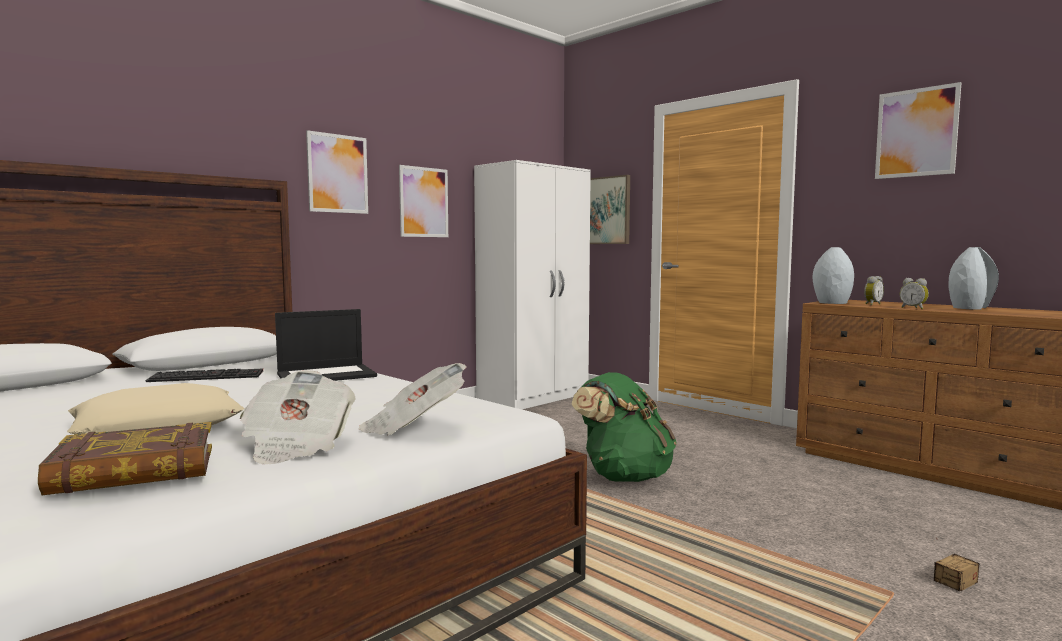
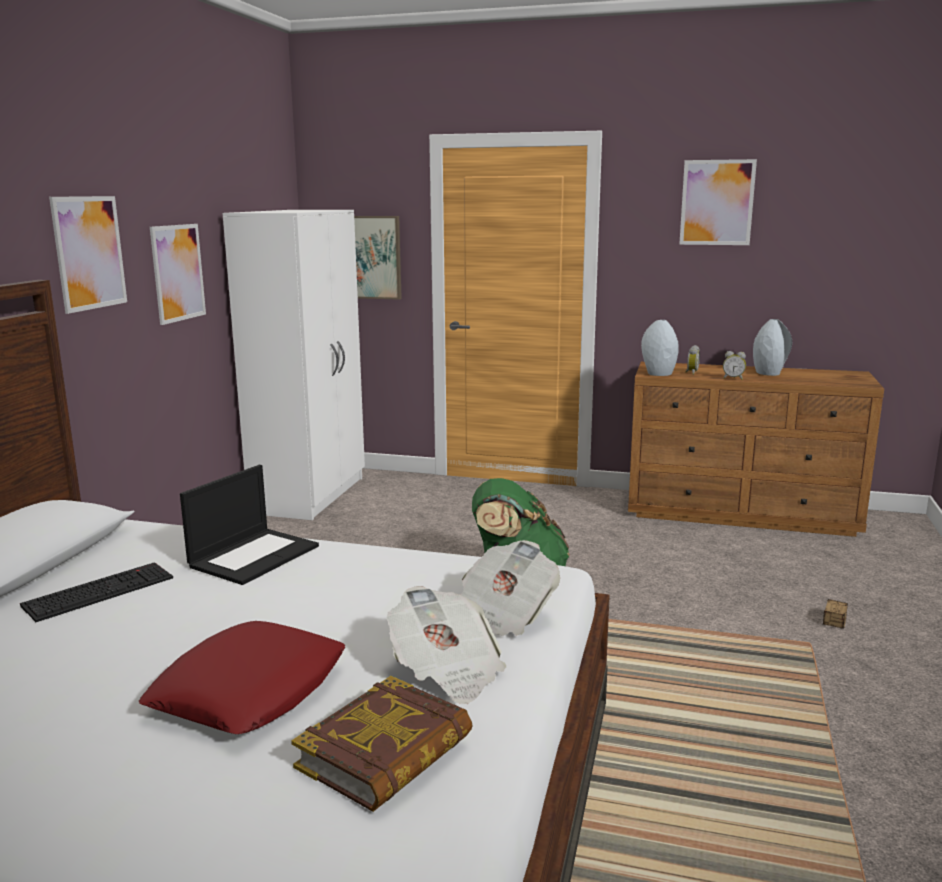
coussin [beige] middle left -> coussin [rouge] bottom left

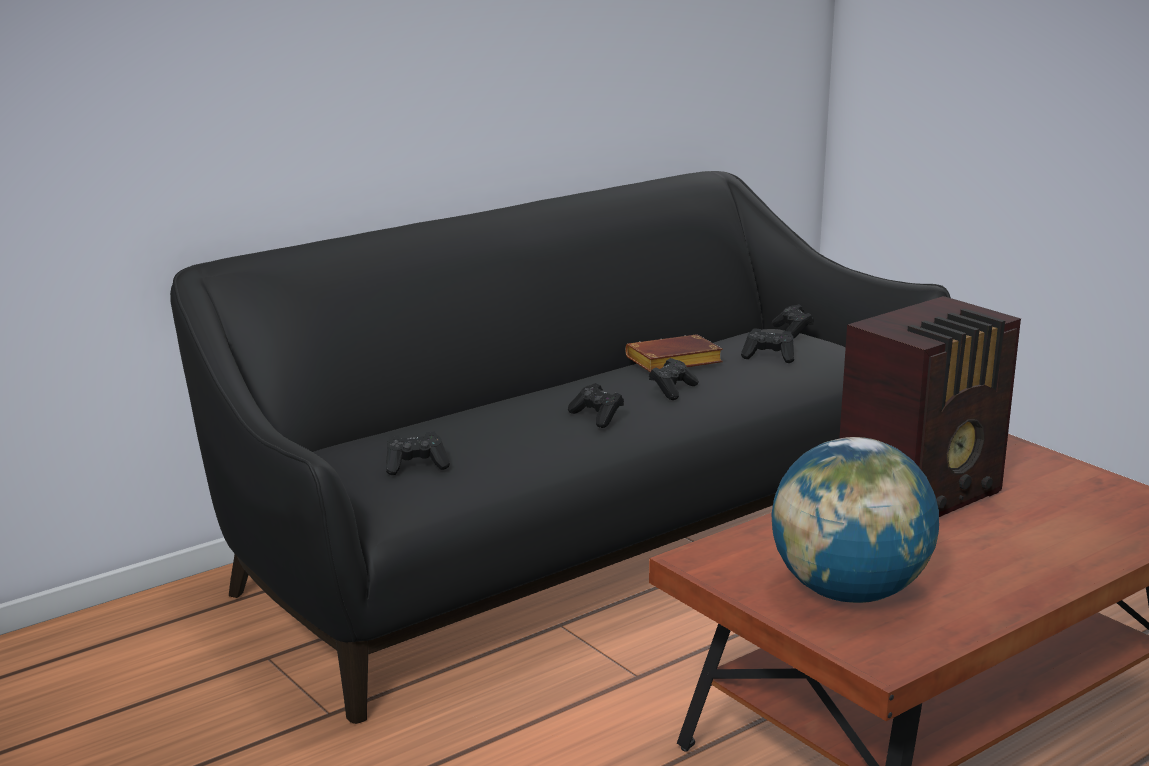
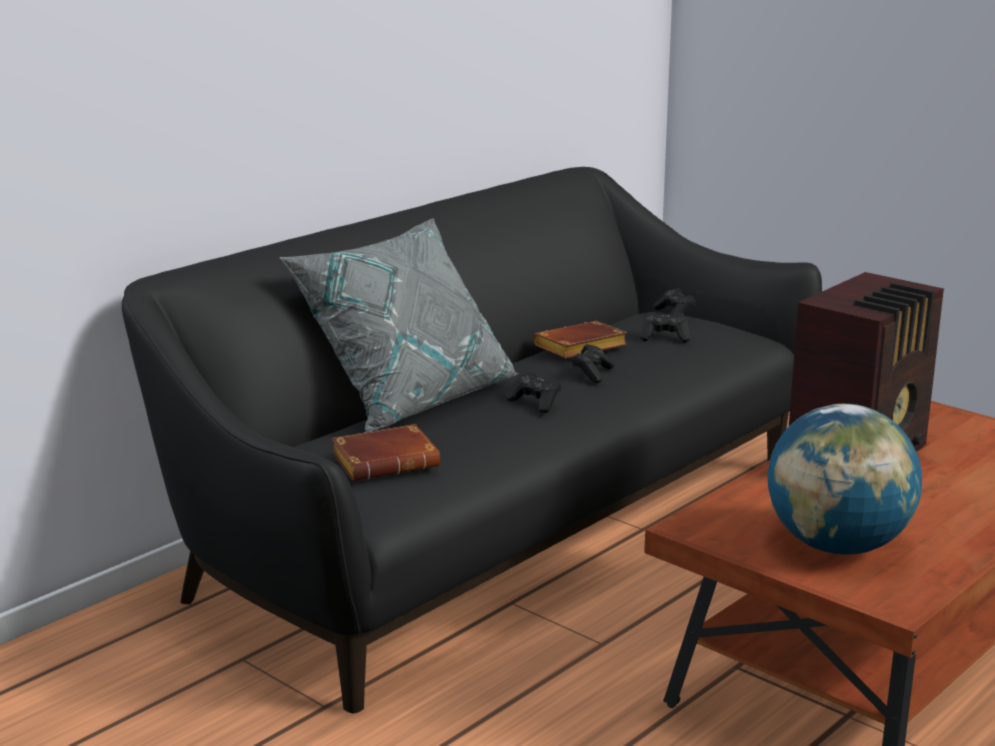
manette [noir] (no. 1 from left) centre -> livre [marron] (no. 1 from left) centre
none -> coussin [gris] centre

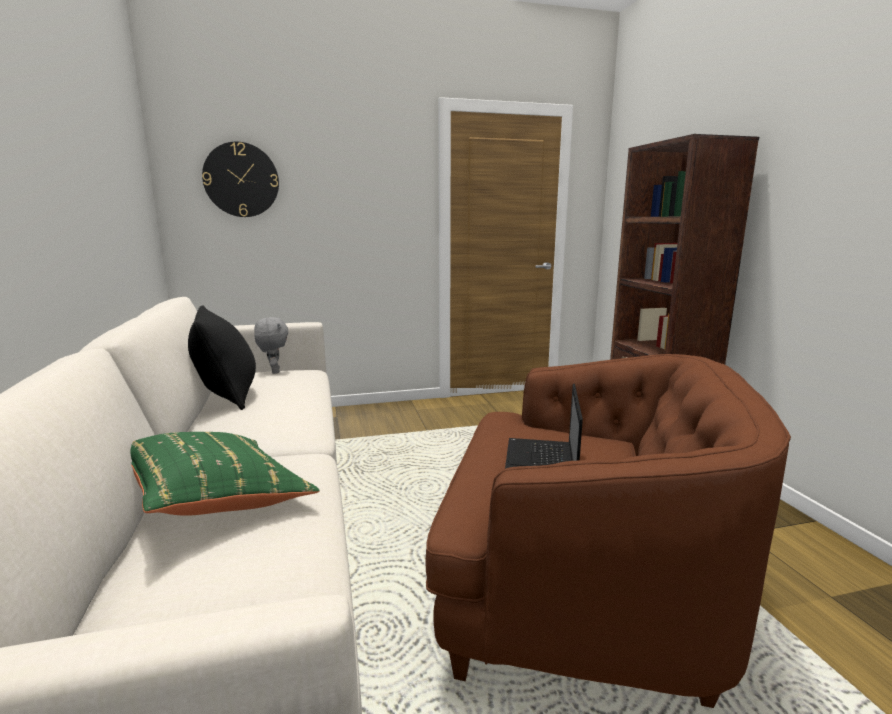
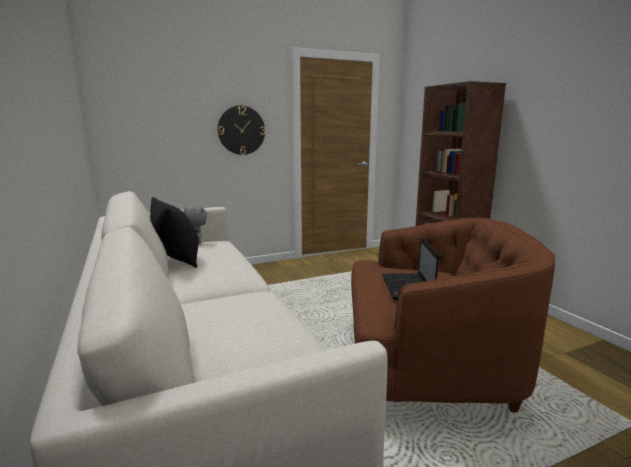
coussin [vert] middle left -> none
horloge murale top left -> horloge murale top centre, shifted

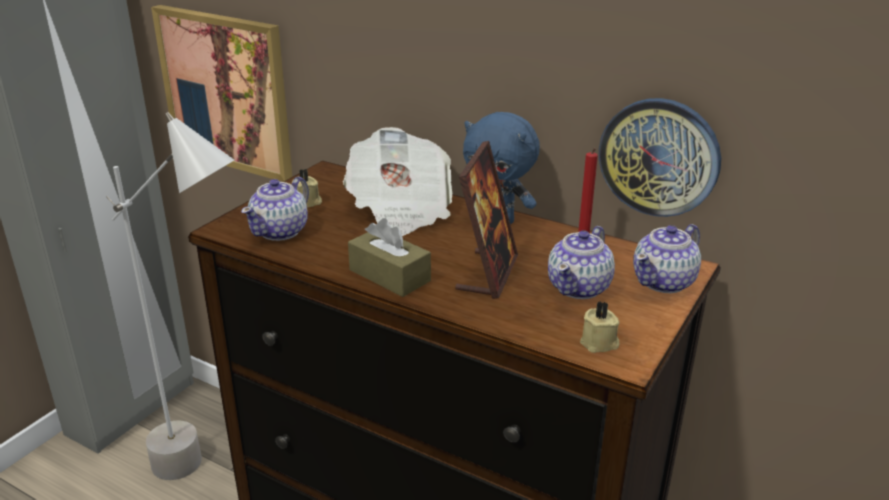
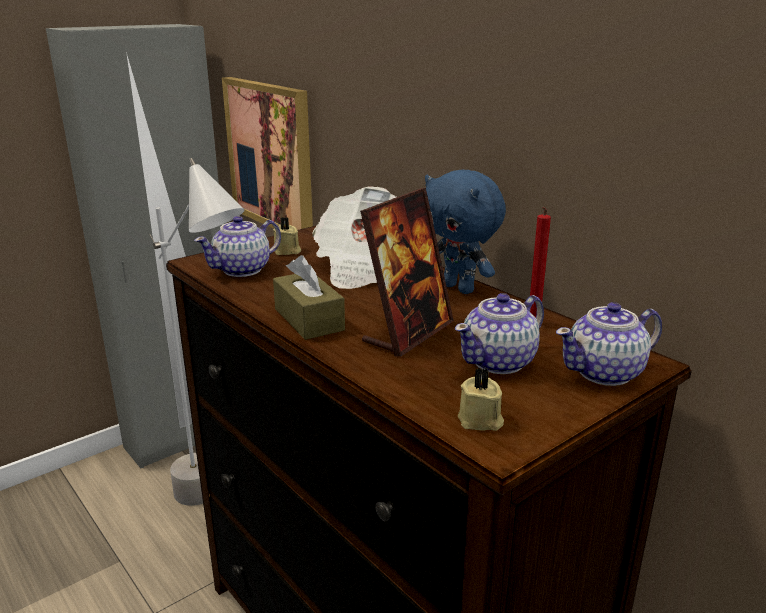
horloge murale top right -> none

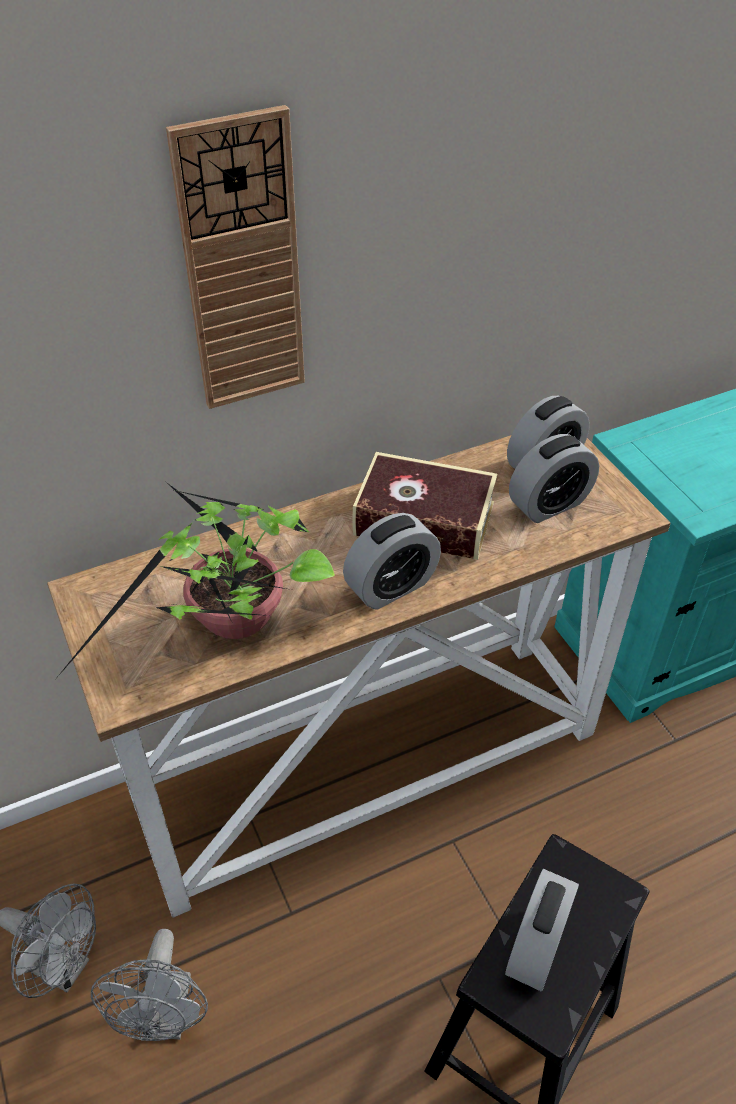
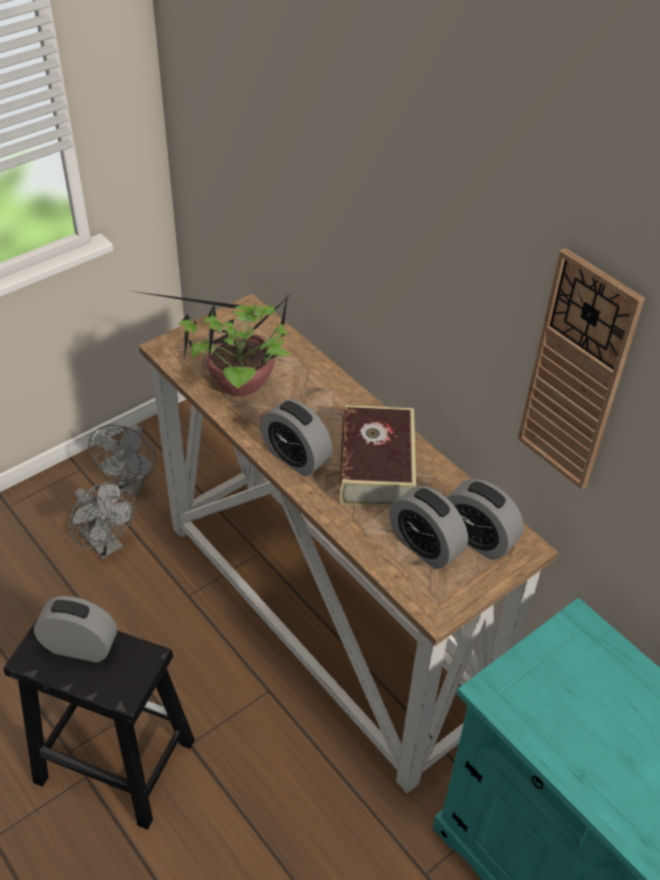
ventilateur [gris] (no. 2 from left in the first image) bottom left -> ventilateur [gris] (no. 1 from left) middle left, 120 degrees counterclockwise
horloge murale top left -> horloge murale middle right, shifted

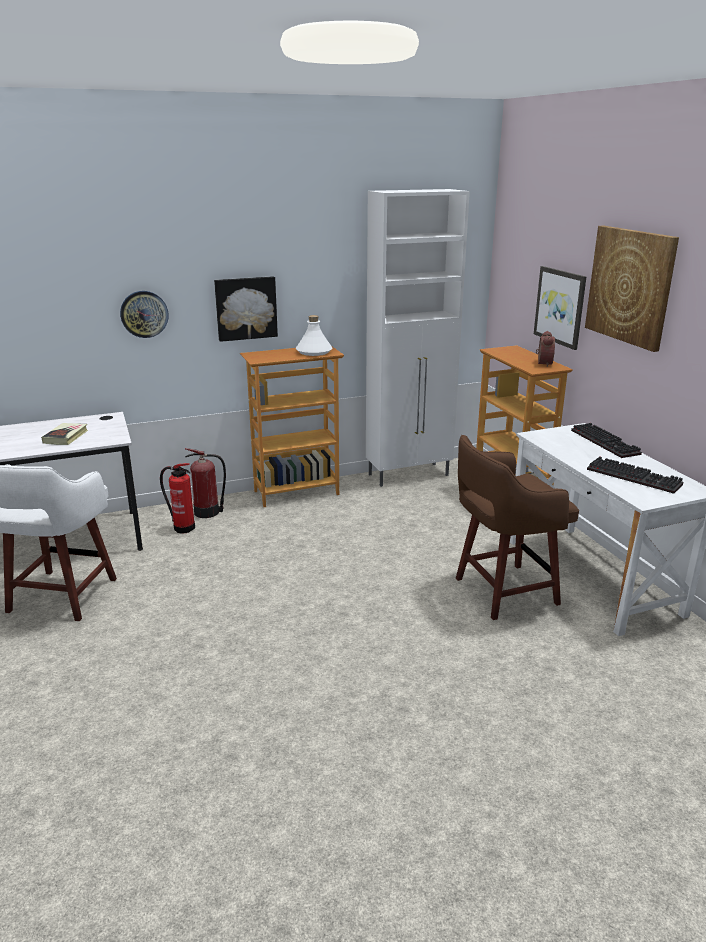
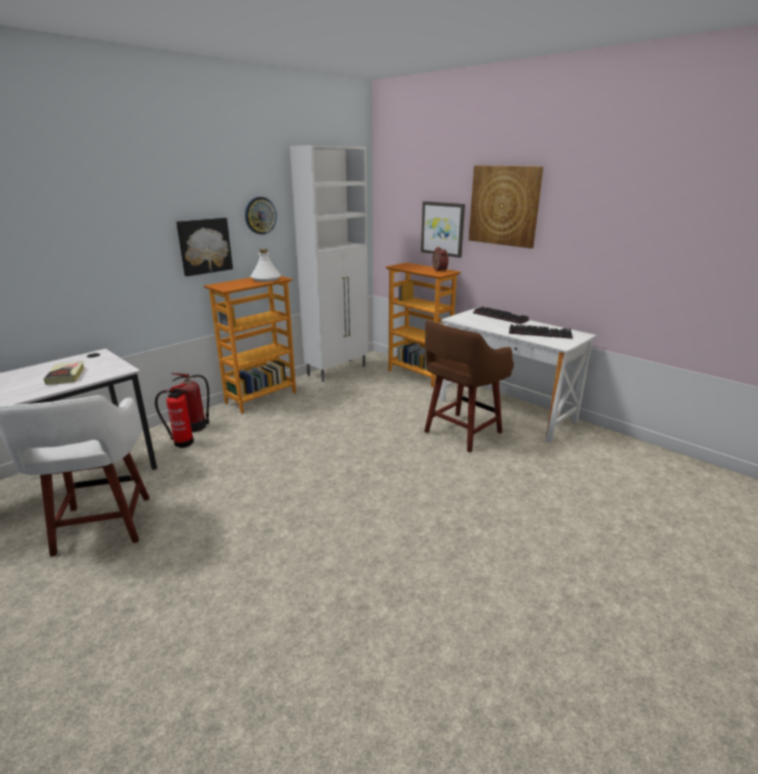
horloge murale middle left -> horloge murale top centre, shifted

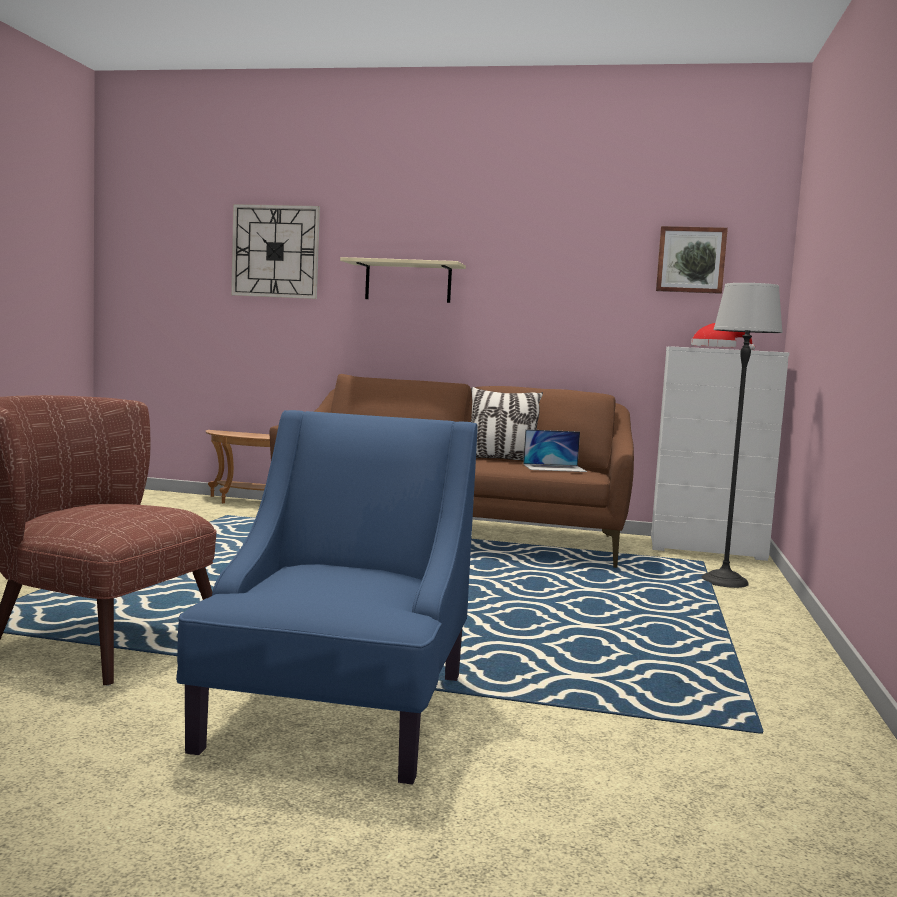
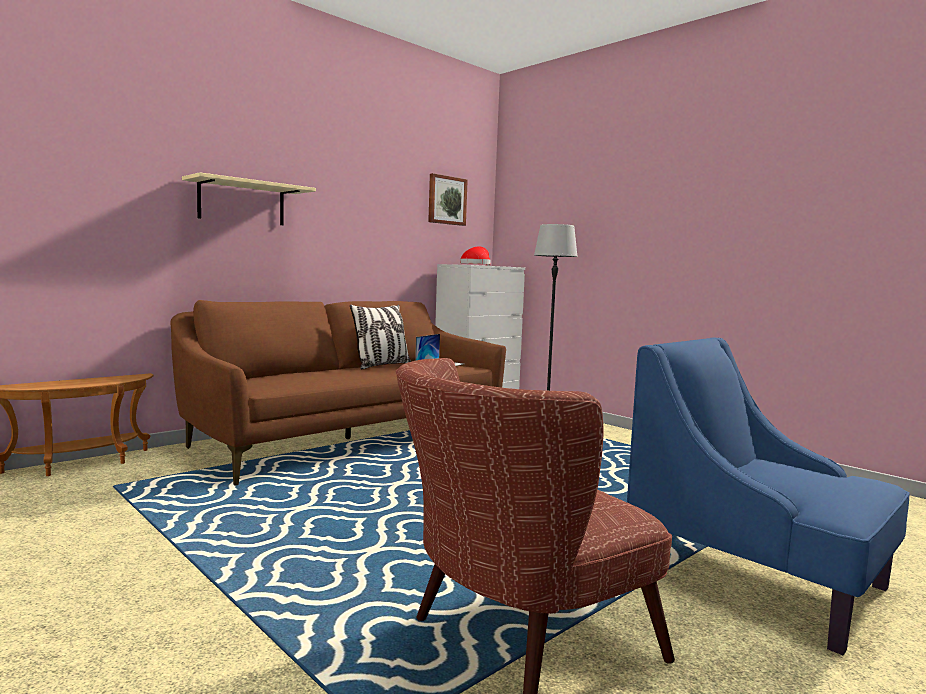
horloge murale top left -> none

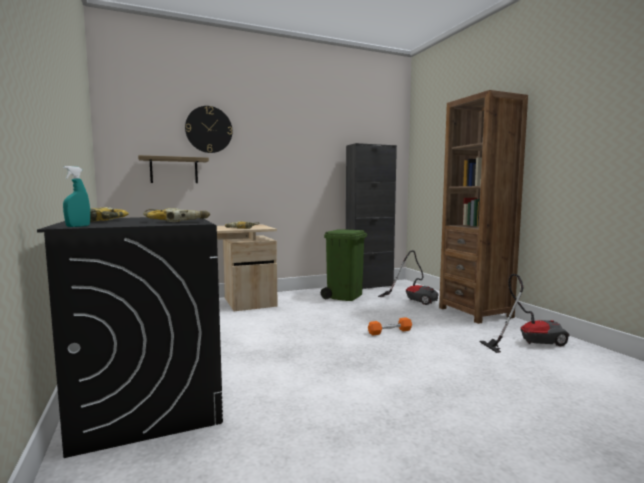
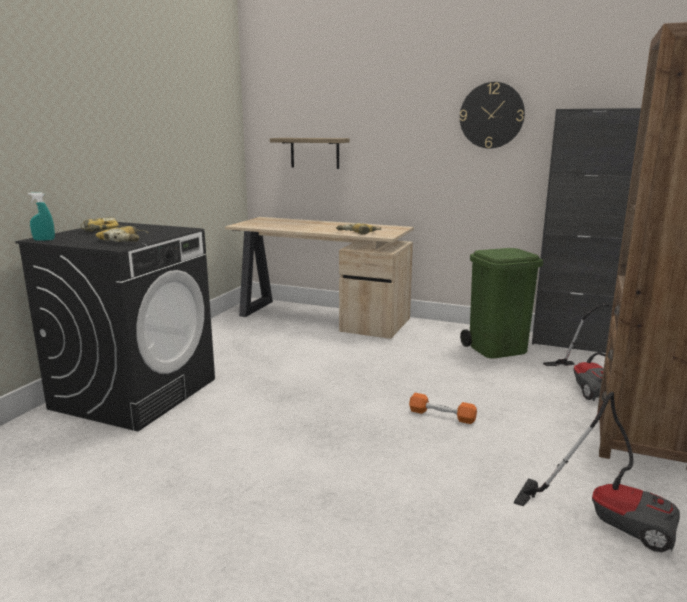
horloge murale top left -> horloge murale top right, shifted

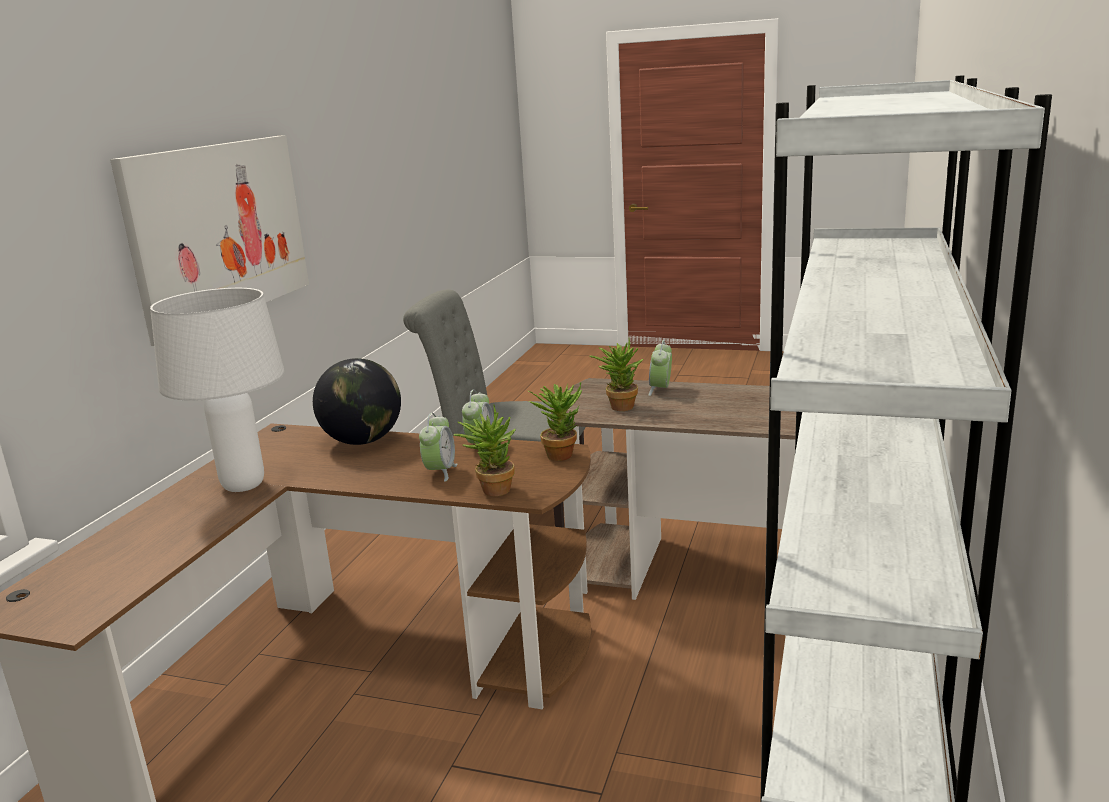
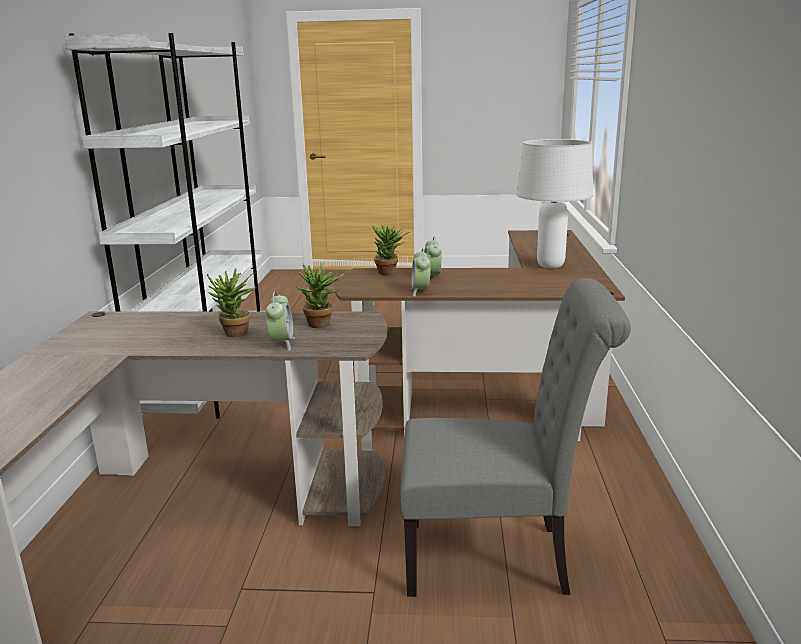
tableau top left -> none
globe middle left -> none
plante en pot (no. 2 from left in the first image) centre -> plante en pot (no. 1 from left) middle left, shifted

